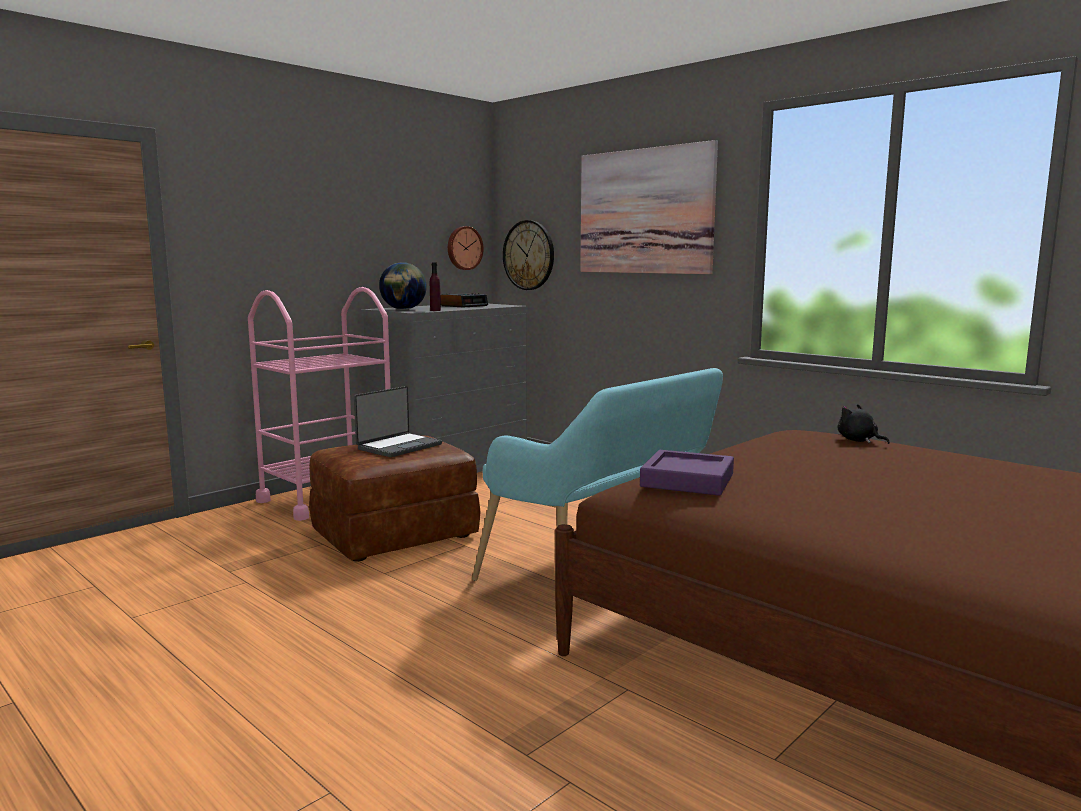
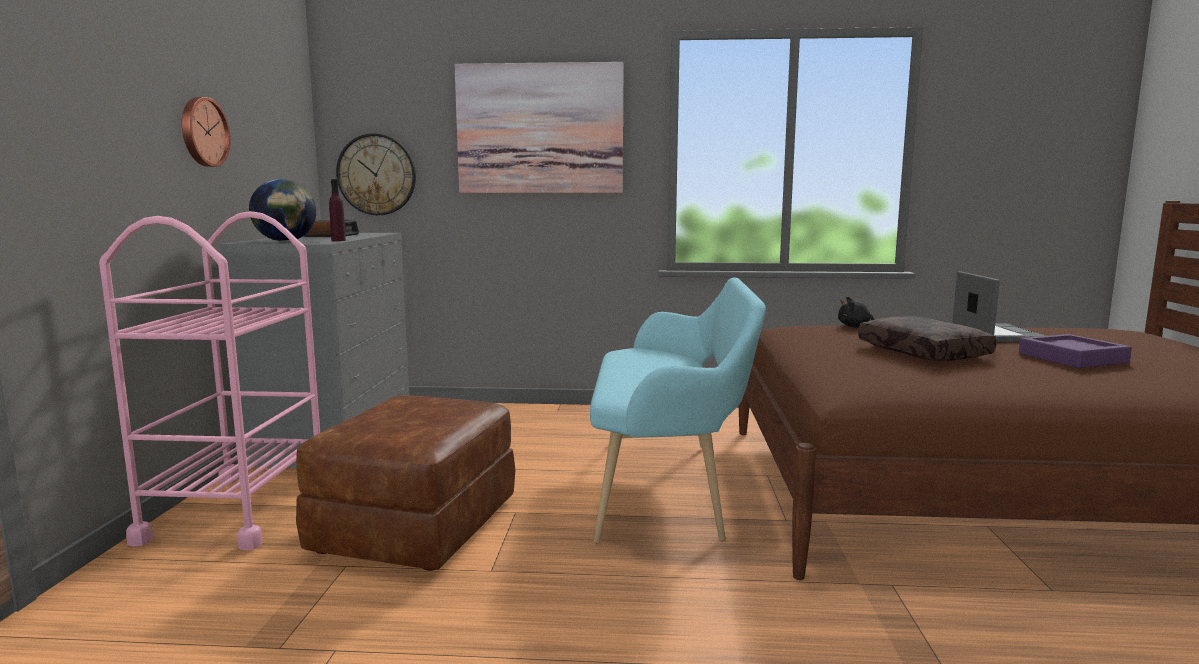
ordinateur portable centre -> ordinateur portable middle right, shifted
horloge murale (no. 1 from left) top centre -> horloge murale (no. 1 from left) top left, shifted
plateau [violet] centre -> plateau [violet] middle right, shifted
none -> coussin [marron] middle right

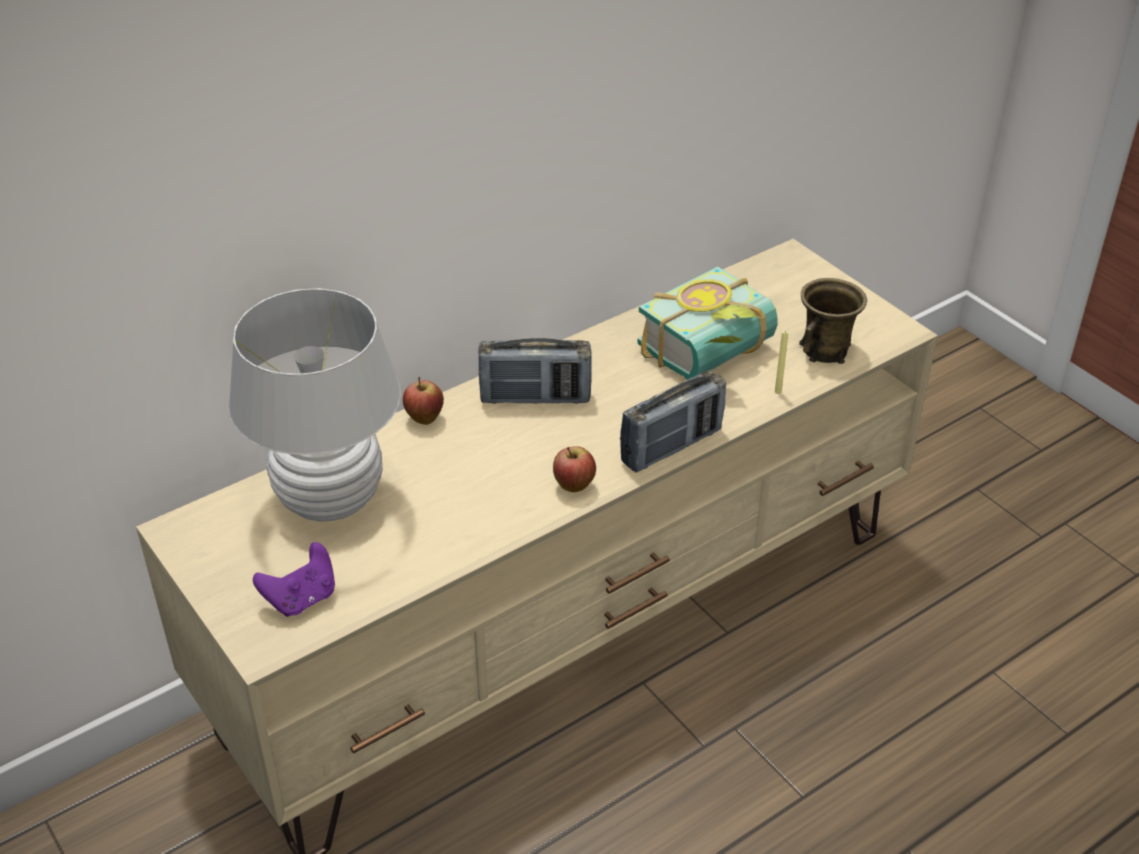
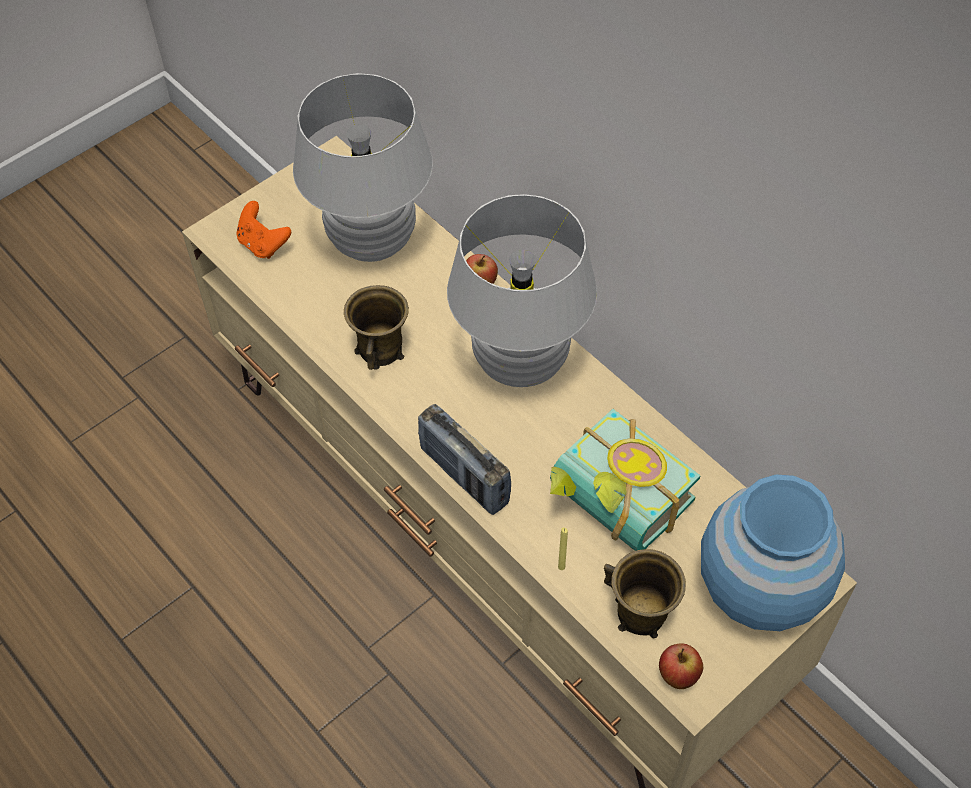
manette [violet] bottom left -> manette [orange] top left
radio (no. 1 from left) centre -> lampe de table [blanc] (no. 2 from left) centre
pomme (no. 2 from left) centre -> pomme (no. 2 from left) bottom right, shifted
none -> mug [marron] (no. 1 from left) centre
none -> vase [bleu] bottom right

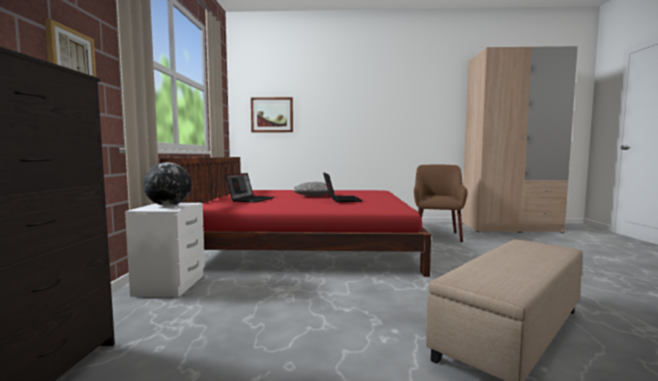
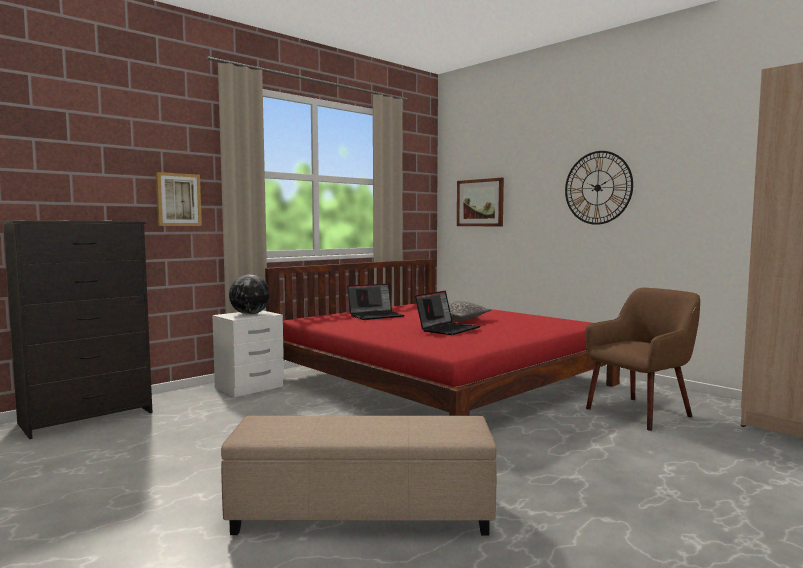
none -> horloge murale top right

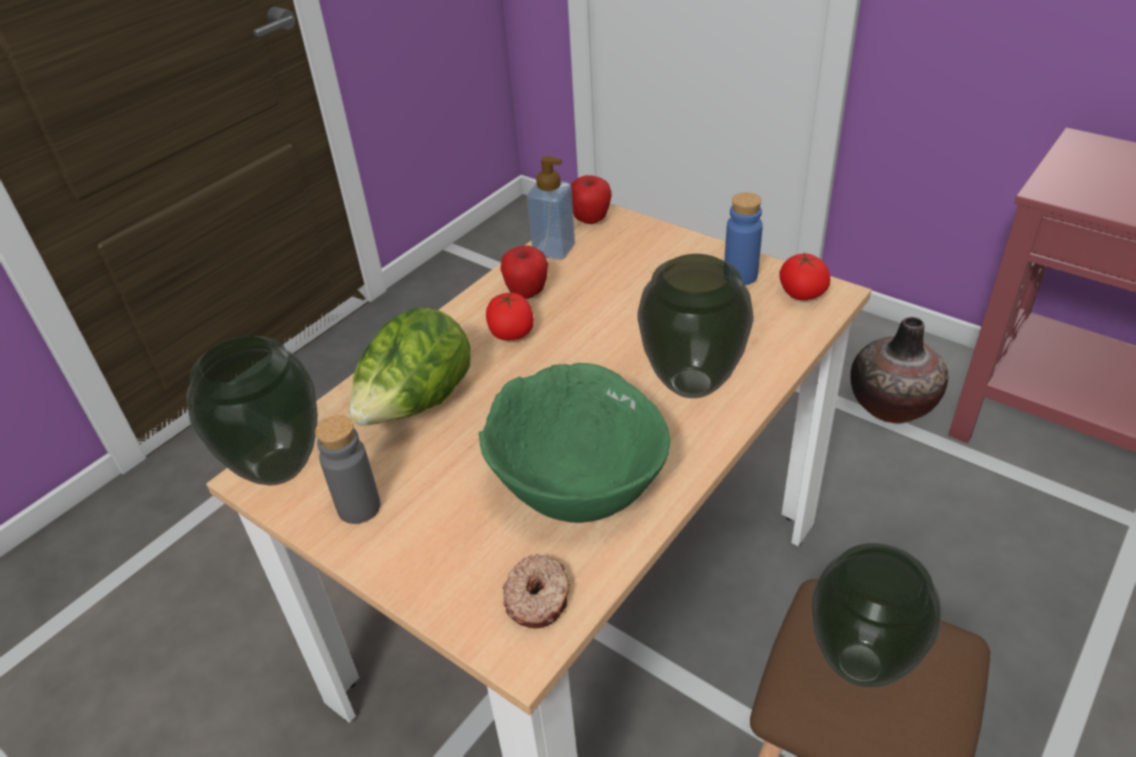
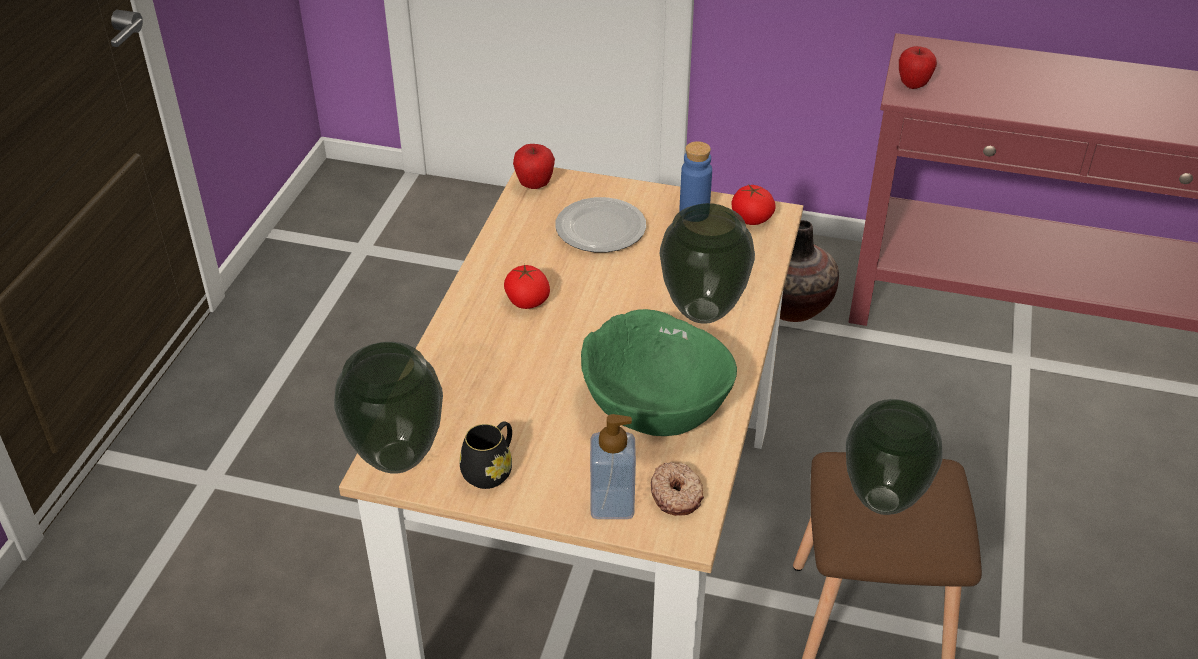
bouteille [gris] middle left -> mug [noir] bottom centre
laitue centre -> none
pomme (no. 1 from left in the first image) centre -> pomme (no. 2 from left) top right, shifted
distributeur de savon top centre -> distributeur de savon bottom centre, shifted
none -> assiette centre

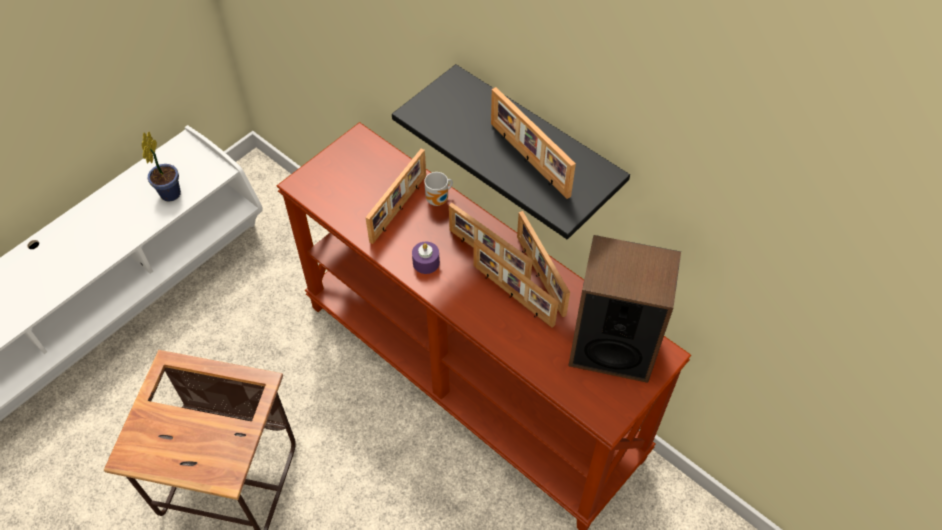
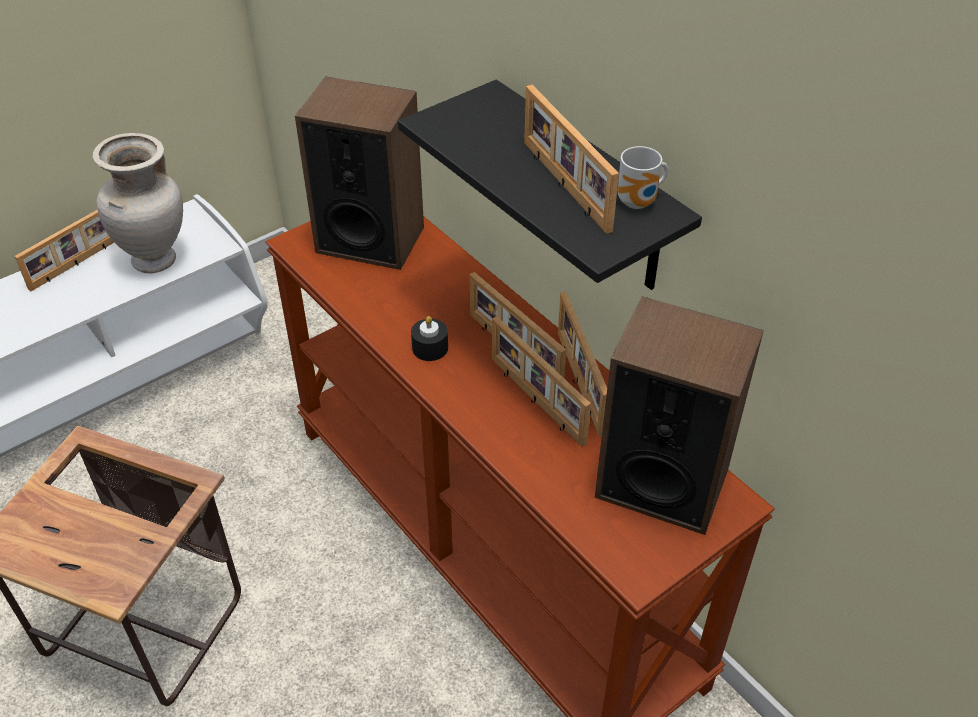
plante en pot top left -> vase [beige] top left
cadre photo (no. 1 from left) centre -> cadre photo (no. 1 from left) middle left, shifted
bougie [violet] centre -> bougie [noir] centre
mug centre -> mug top centre, shifted
none -> enceinte (no. 1 from left) top centre

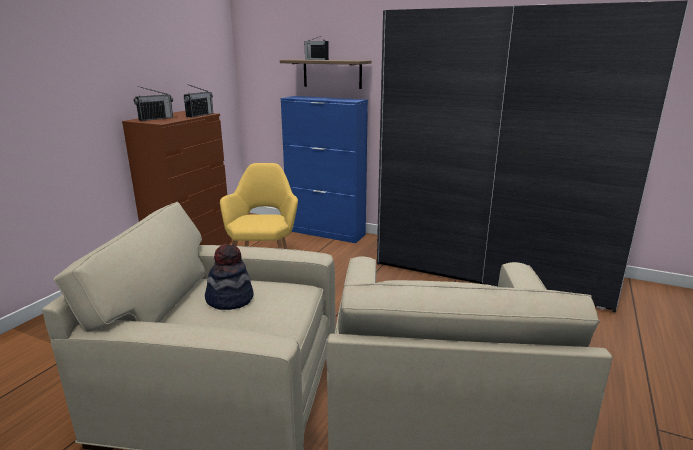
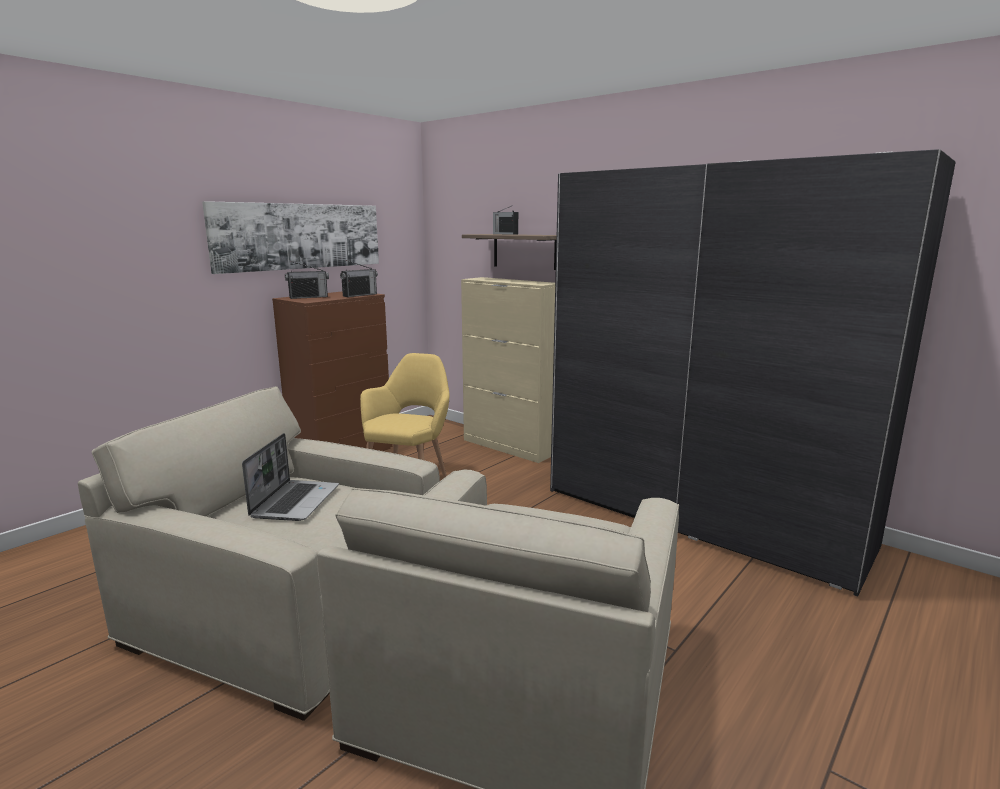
chapeau middle left -> ordinateur portable middle left
meuble de rangement [bleu] centre -> meuble de rangement [beige] centre
none -> tableau top left

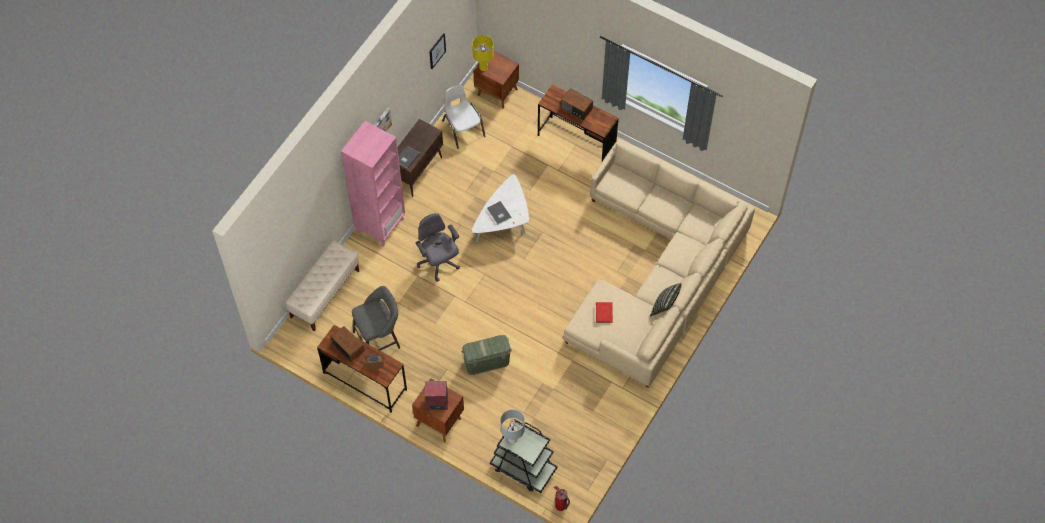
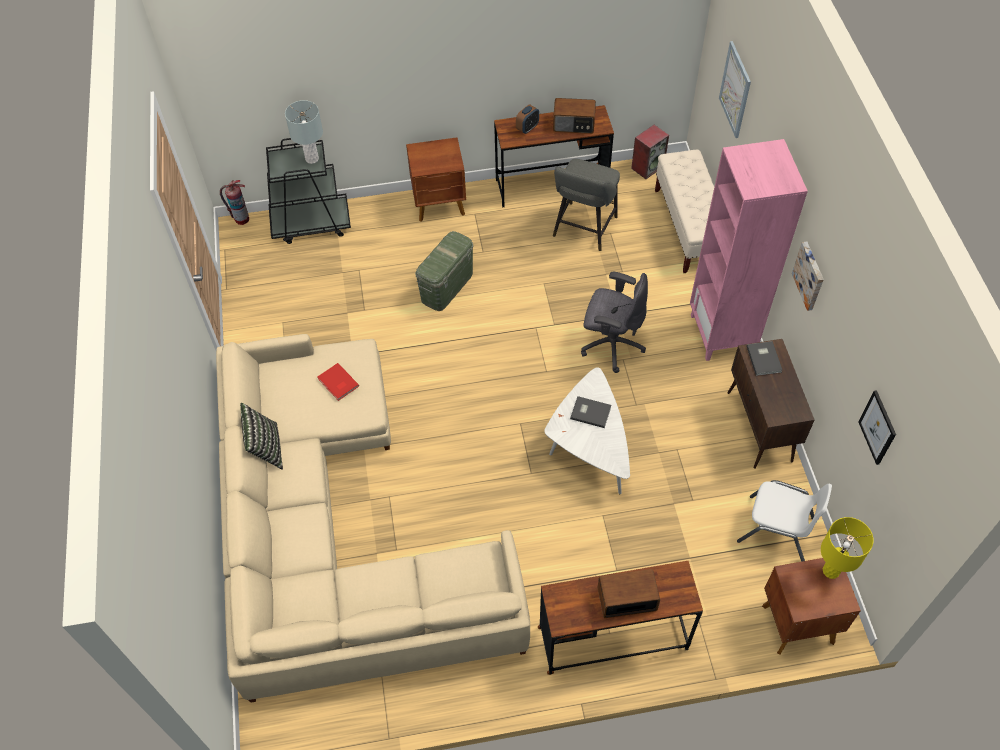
enceinte bottom centre -> enceinte top centre, shifted
none -> tableau (no. 1 from left) top right

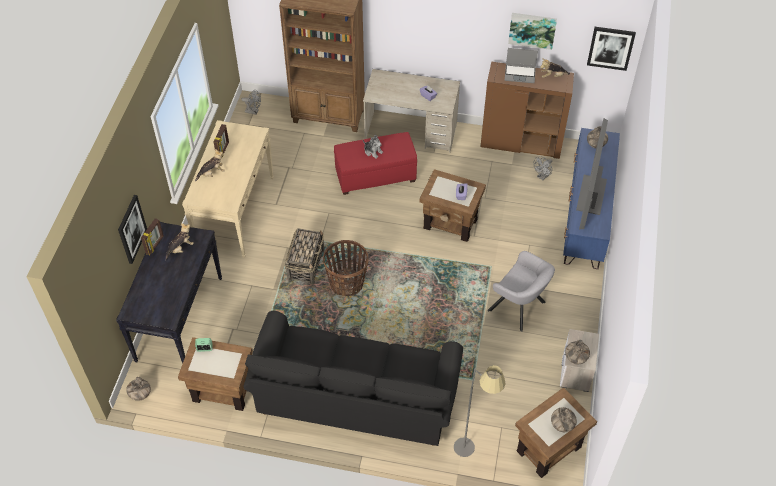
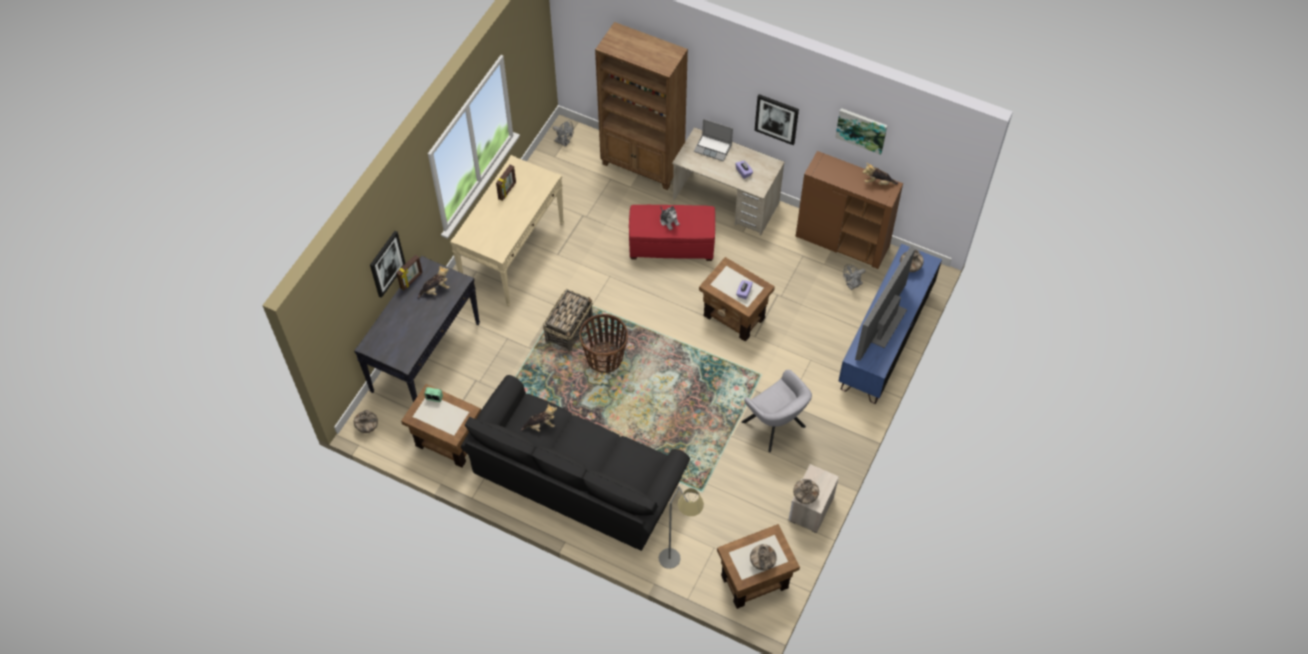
peluche (no. 2 from left) middle left -> peluche (no. 2 from left) centre, shifted
ordinateur portable top right -> ordinateur portable top centre, shifted
tableau (no. 3 from left in the first image) top right -> tableau (no. 2 from left) top centre, shifted

